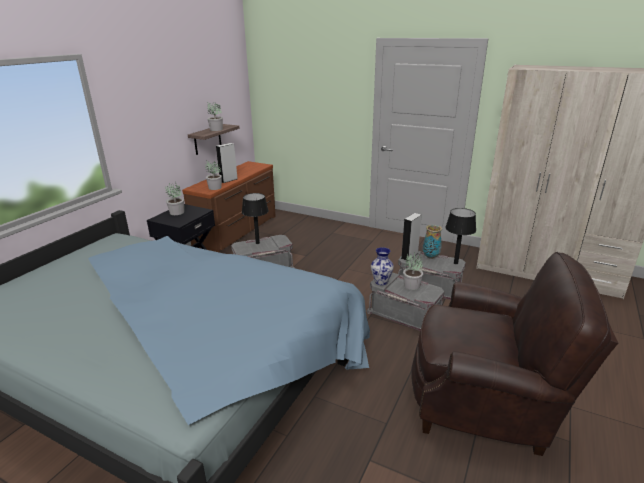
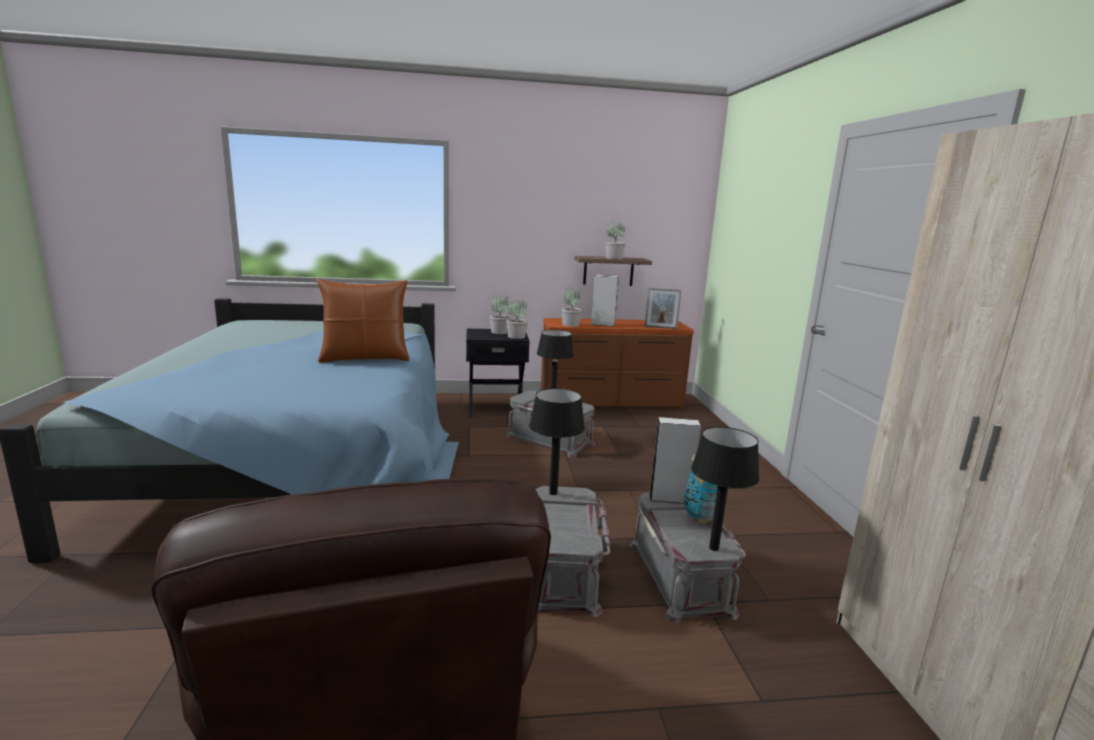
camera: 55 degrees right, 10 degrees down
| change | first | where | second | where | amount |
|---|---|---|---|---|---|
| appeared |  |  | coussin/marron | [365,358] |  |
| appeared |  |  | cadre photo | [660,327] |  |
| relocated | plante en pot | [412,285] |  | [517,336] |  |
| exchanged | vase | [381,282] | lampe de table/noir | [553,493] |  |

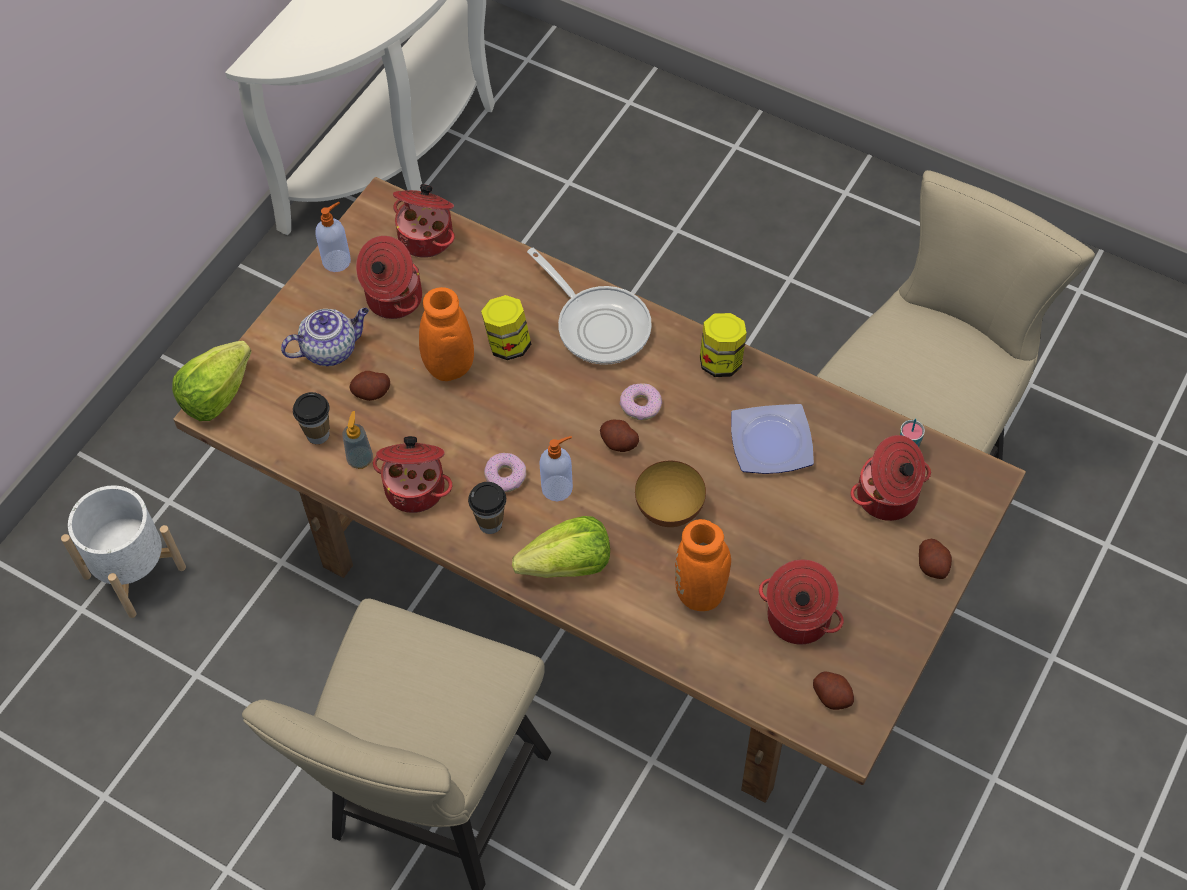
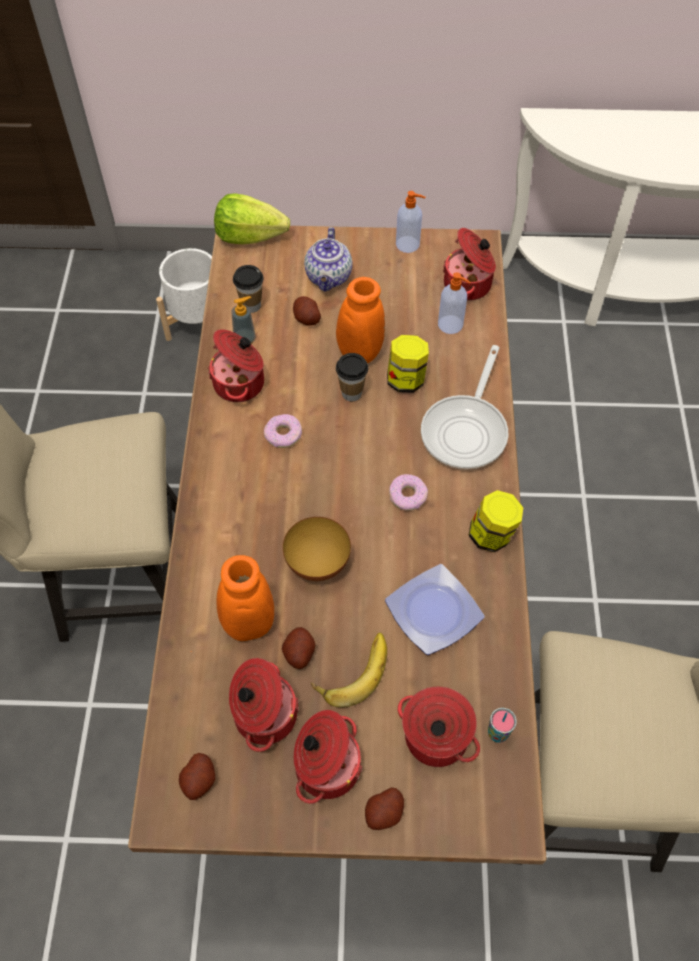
camera: 60 degrees right, 0 degrees up
| change | first | where | second | where | amount |
|---|---|---|---|---|---|
| missing | laitue | [568,566] |  |  |  |
| appeared |  |  | banane | [352,669] |  |
| relocated | marmite | [392,299] |  | [325,766] |  |
| relocated | tasse | [490,523] |  | [351,393] |  |
| relocated | distributeur de savon | [558,488] |  | [451,325] |  |
| relocated | pomme de terre | [619,442] |  | [299,653] |  |
| spun | théière | [331,349] |  | [329,278] | 60 degrees clockwise |

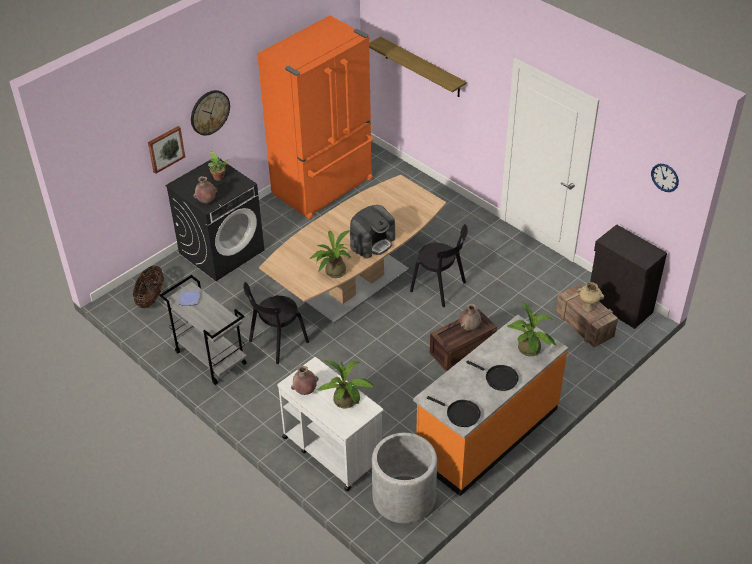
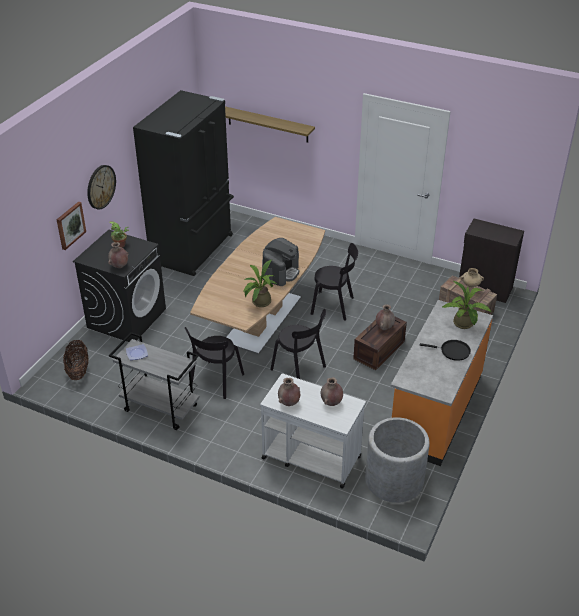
camera: 20 degrees left, 5 degrees down
| change | first | where | second | where | amount |
|---|---|---|---|---|---|
| missing | poêle/noir | [460,414] |  |  |  |
| missing | horloge murale | [665,177] |  |  |  |
| appeared |  |  | chaise/noir | [300,369] |  |
| exchanged | plante en pot | [347,402] | vase/marron | [331,403] |  |
| colour | réfrigérateur/orange | [324,187] | réfrigérateur/noir | [194,249] |  |

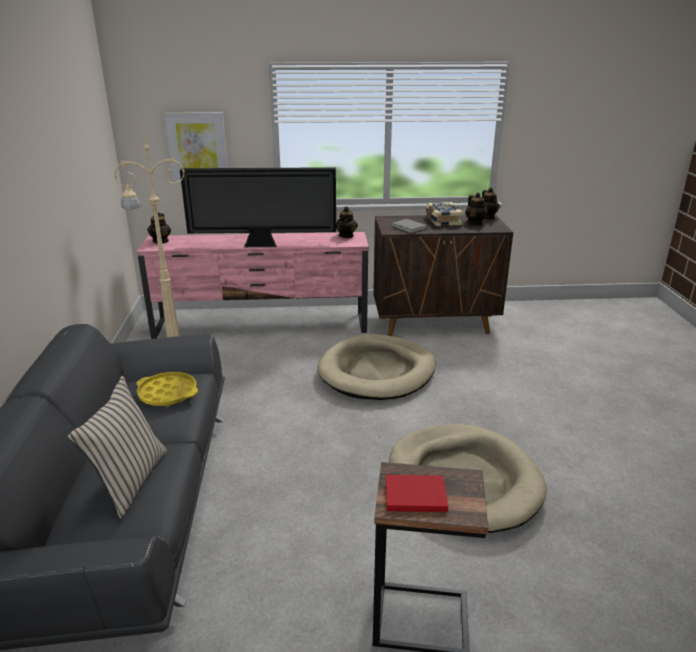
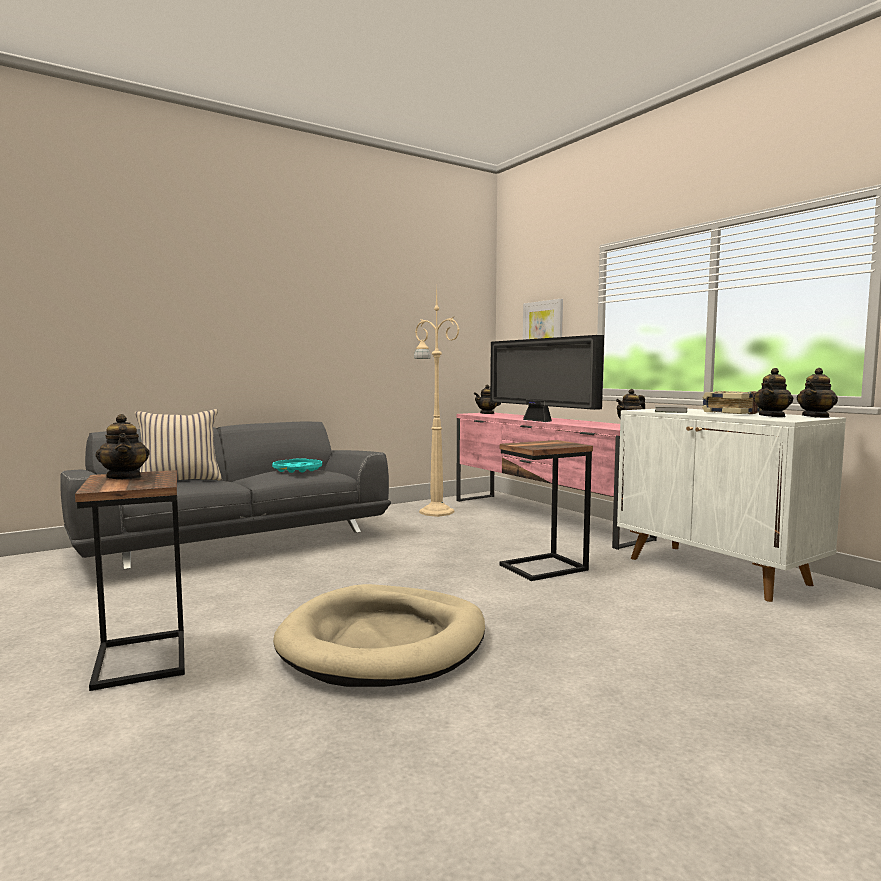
camera: 60 degrees right, 20 degrees down
| change | first | where | second | where | amount |
|---|---|---|---|---|---|
| exchanged | panier pour chien/beige | [377,371] | table d'appoint | [544,568] |  |
| exchanged | livre/rouge | [413,495] | théière | [125,477] |  |
| colour | plateau/jaune | [168,394] | plateau/turquoise | [297,469] |  |
| colour | meuble de rangement/marron | [435,324] | meuble de rangement/blanc | [717,571] |  |

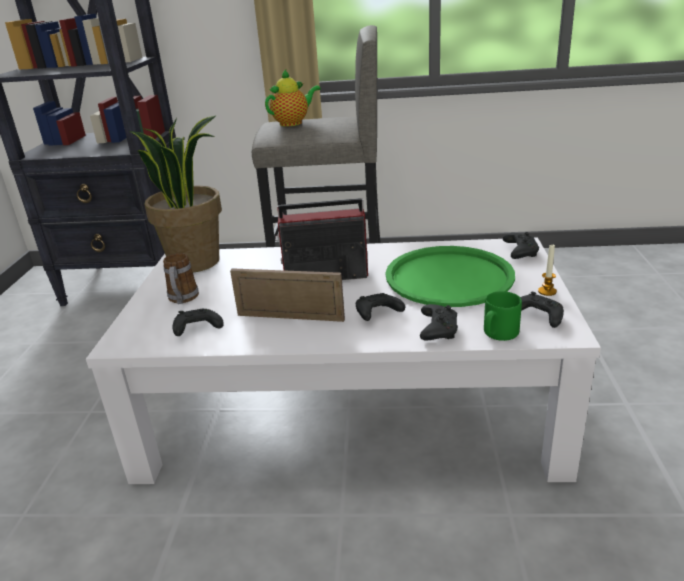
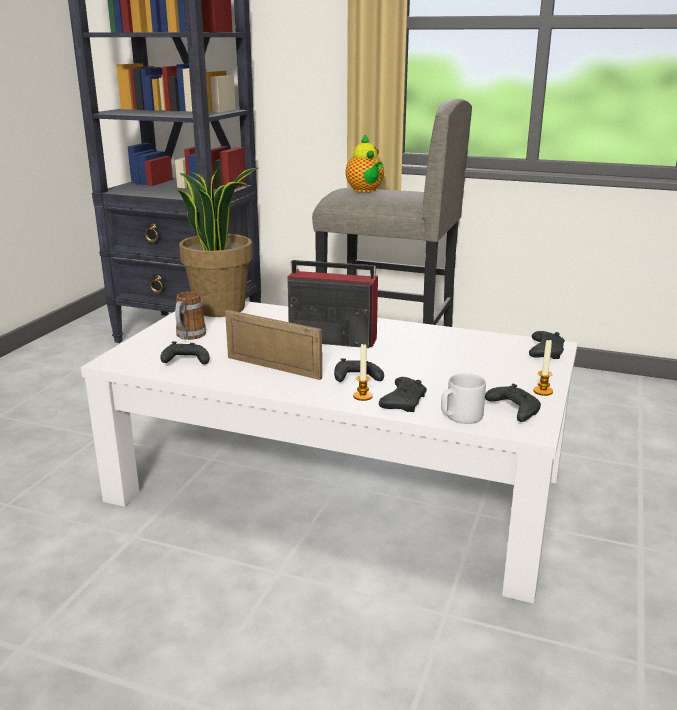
camera: 15 degrees right, 5 degrees down
| change | first | where | second | where | amount |
|---|---|---|---|---|---|
| missing | plateau/vert | [448,277] |  |  |  |
| appeared |  |  | bougie | [362,396] |  |
| colour | mug/vert | [498,334] | mug/gris | [460,417] |  |
| spun | théière | [293,123] |  | [365,191] | 90 degrees clockwise |

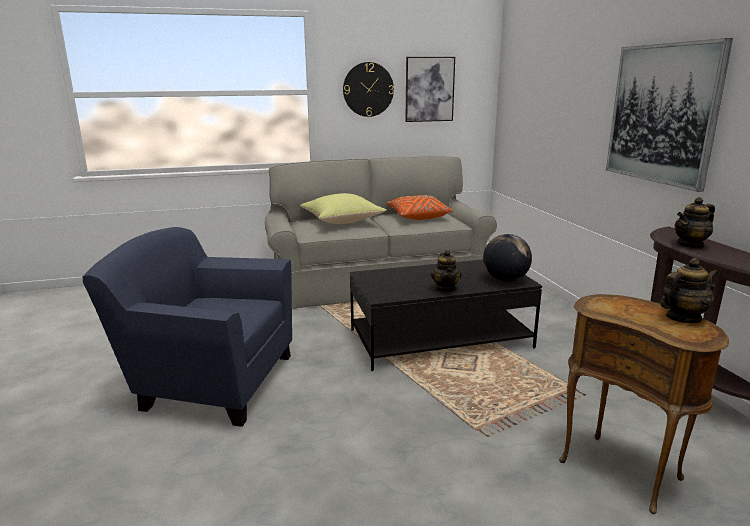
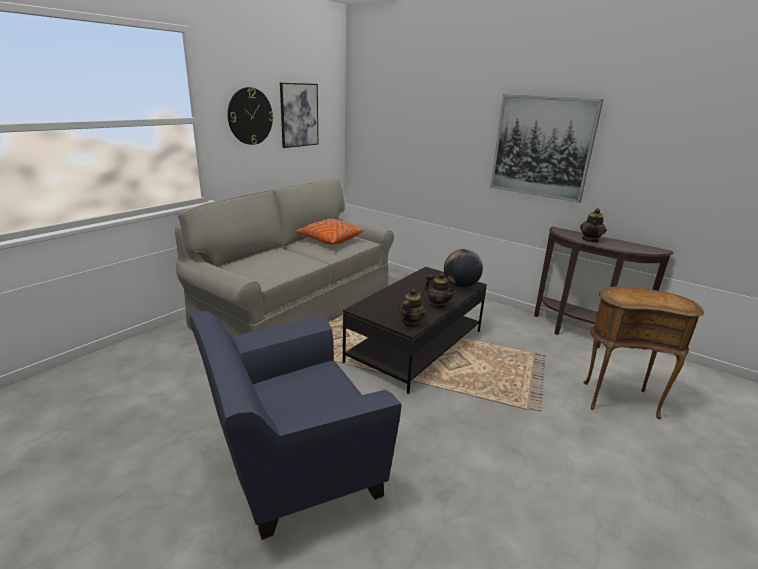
camera: 40 degrees left, 5 degrees up
| change | first | where | second | where | amount |
|---|---|---|---|---|---|
| missing | coussin/jaune | [342,221] |  |  |  |
| relocated | théière | [682,318] |  | [410,323] |  |

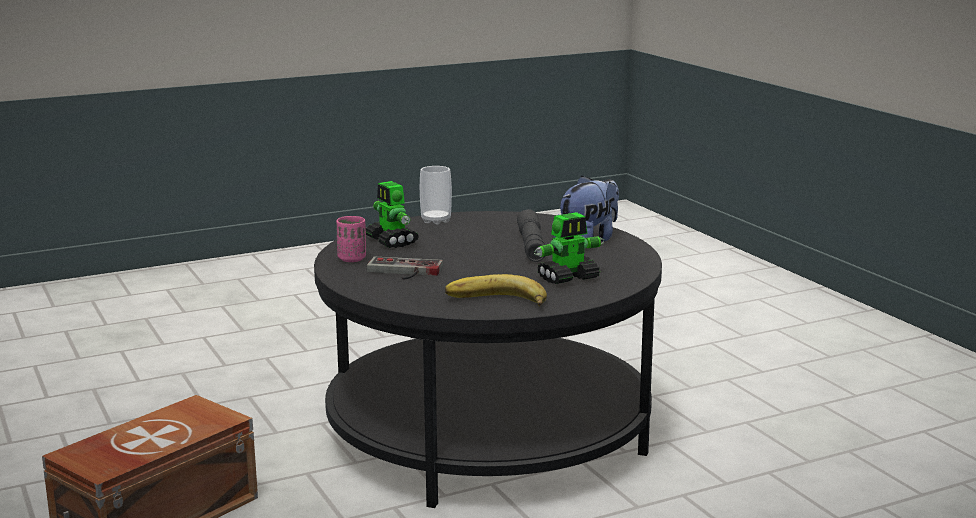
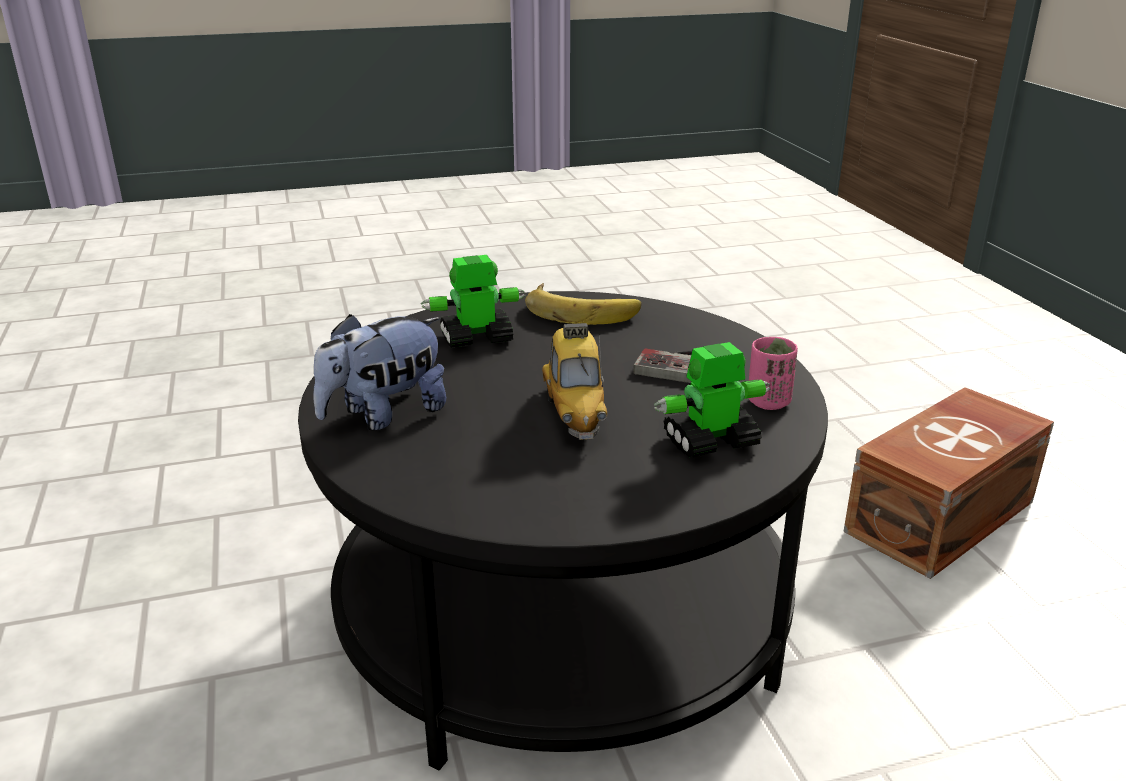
camera: 170 degrees left, 10 degrees up
| change | first | where | second | where | amount |
|---|---|---|---|---|---|
| missing | tasse | [436,220] |  |  |  |
| missing | lampe de poche/gris | [531,246] |  |  |  |
| appeared |  |  | petite voiture | [575,414] |  |
| spun | robot jouet | [392,241] |  | [709,442] | 90 degrees counterclockwise |

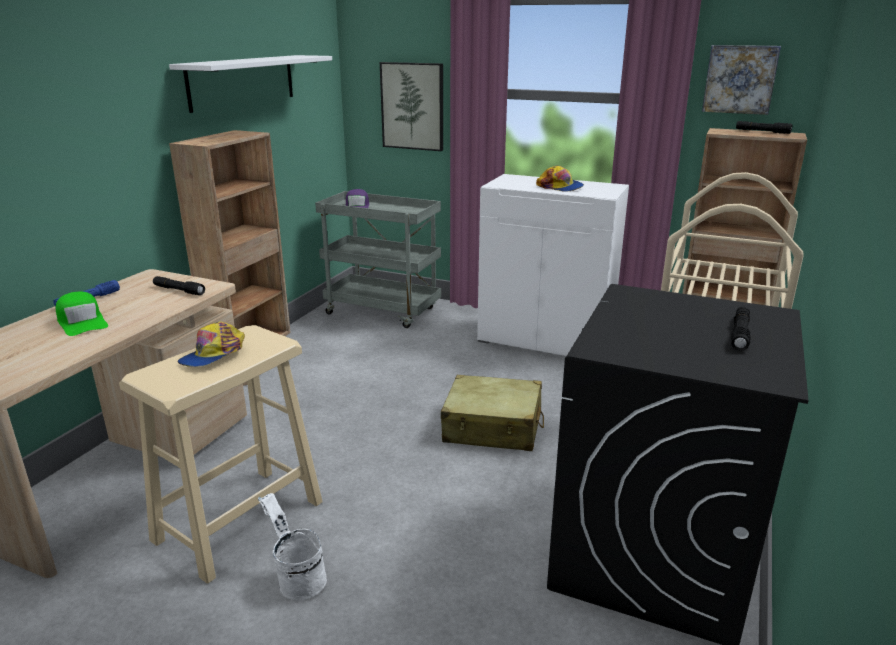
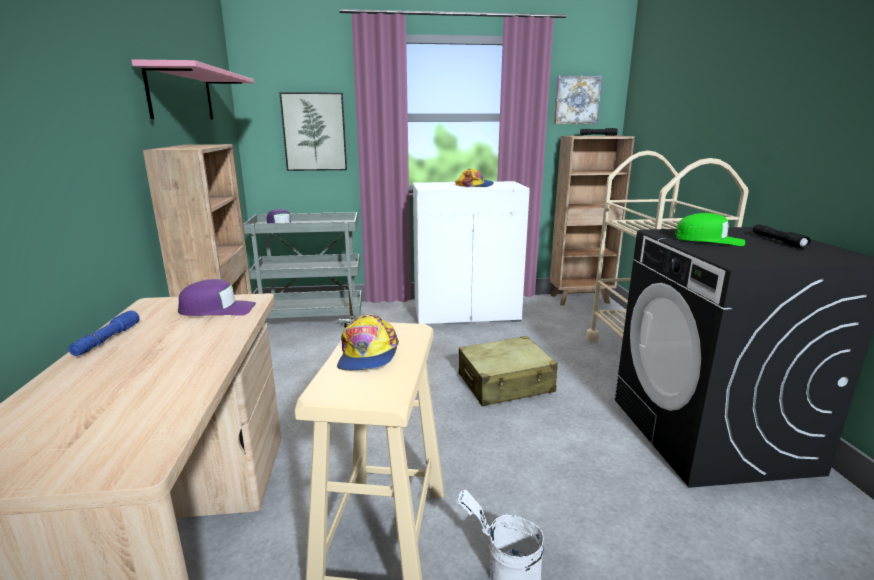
camera: 30 degrees left, 5 degrees down
| change | first | where | second | where | amount |
|---|---|---|---|---|---|
| relocated | casquette/vert | [82,322] |  | [708,240] |  |
| exchanged | lampe de poche/noir | [179,290] | casquette/violet | [217,309] |  |
| colour | étagère/blanc | [242,81] | étagère/rose | [182,95] |  |

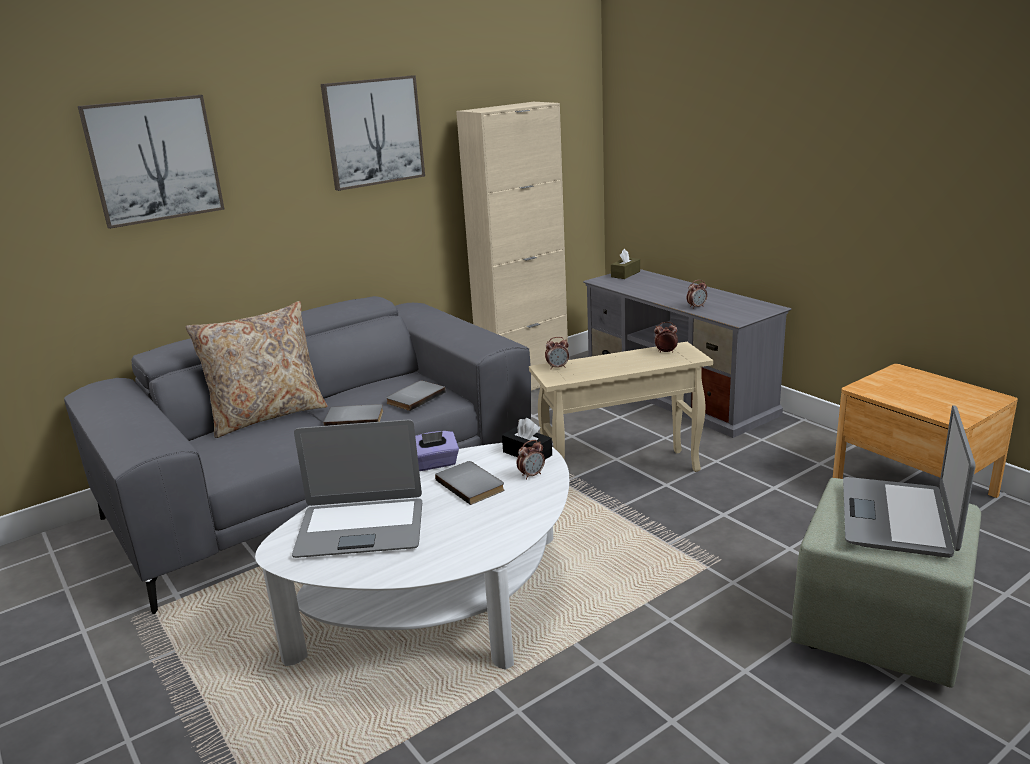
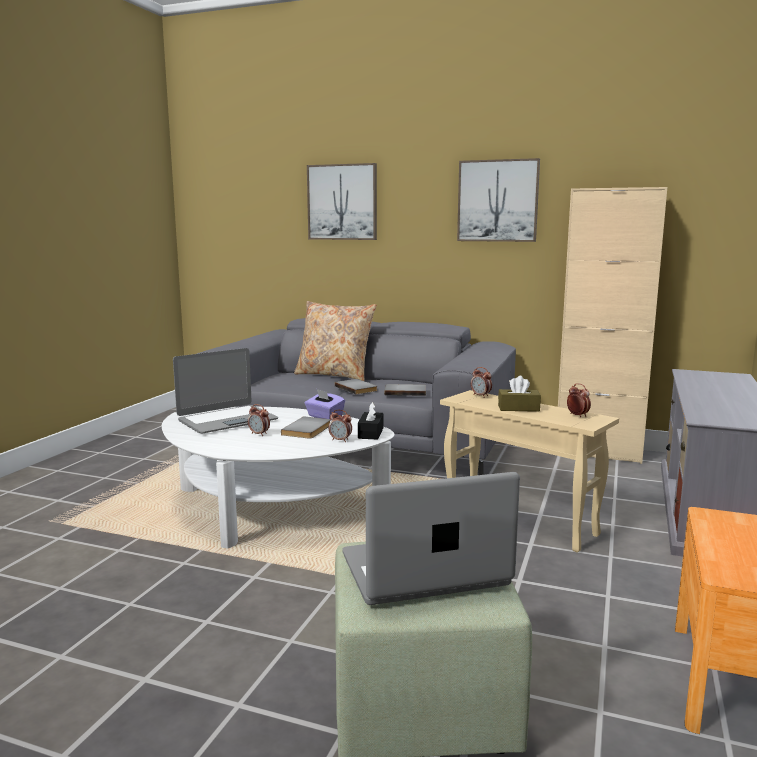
camera: 55 degrees right, 10 degrees down
| change | first | where | second | where | amount |
|---|---|---|---|---|---|
| relocated | boîte à mouchoirs/marron | [625,274] |  | [518,408] |  |
| relocated | réveil | [696,307] |  | [259,434] |  |
| spun | ordinateur portable | [361,528] |  | [227,420] | 90 degrees counterclockwise |

